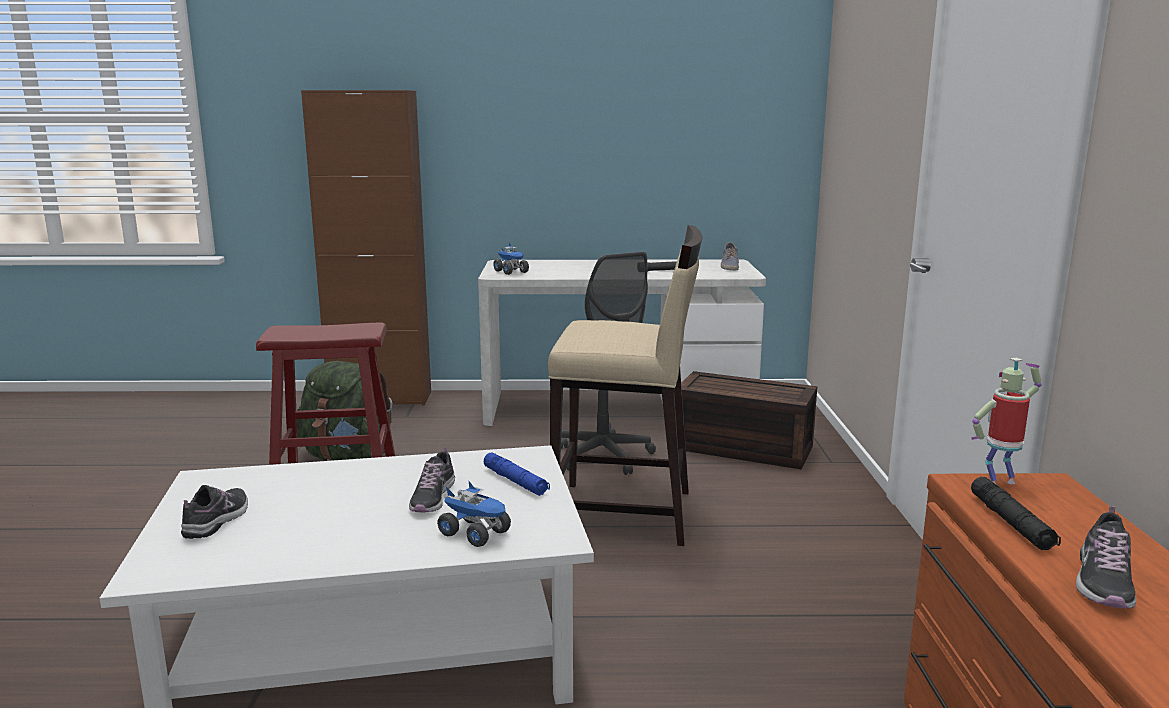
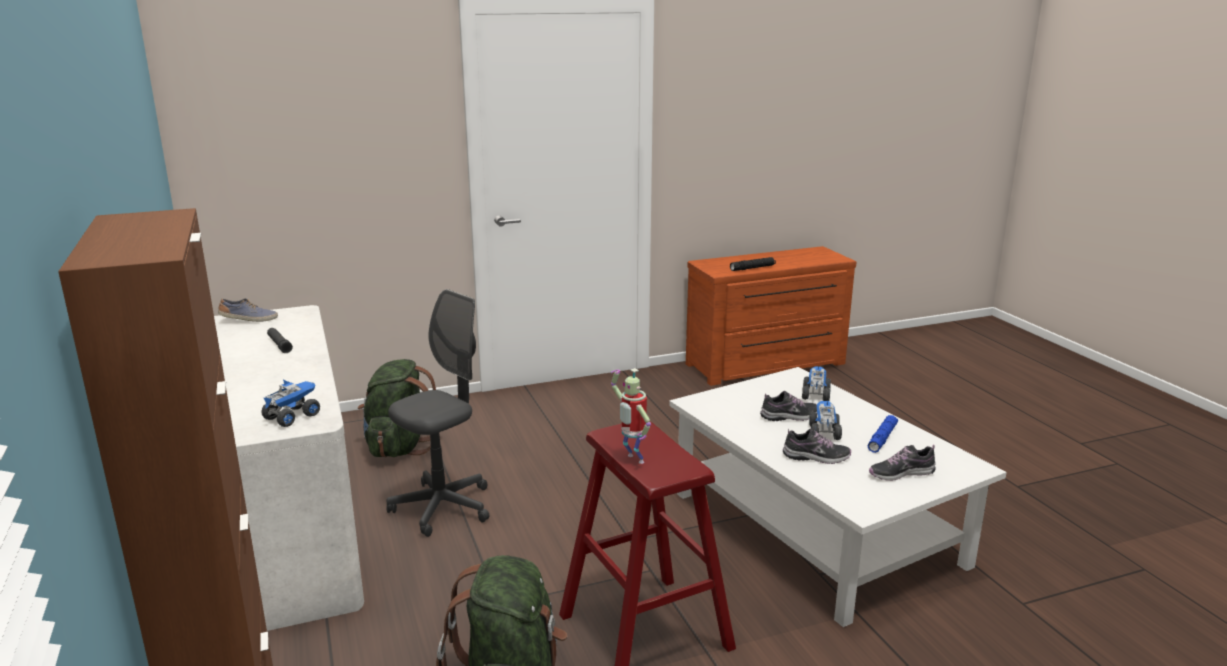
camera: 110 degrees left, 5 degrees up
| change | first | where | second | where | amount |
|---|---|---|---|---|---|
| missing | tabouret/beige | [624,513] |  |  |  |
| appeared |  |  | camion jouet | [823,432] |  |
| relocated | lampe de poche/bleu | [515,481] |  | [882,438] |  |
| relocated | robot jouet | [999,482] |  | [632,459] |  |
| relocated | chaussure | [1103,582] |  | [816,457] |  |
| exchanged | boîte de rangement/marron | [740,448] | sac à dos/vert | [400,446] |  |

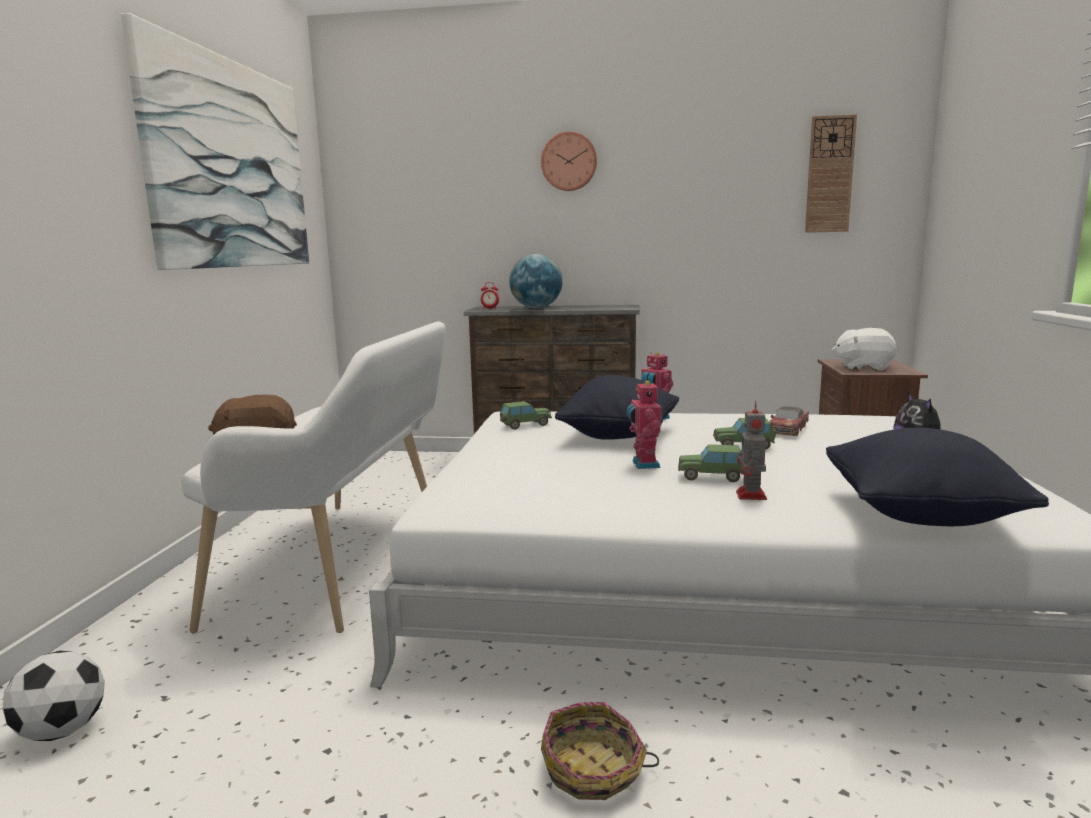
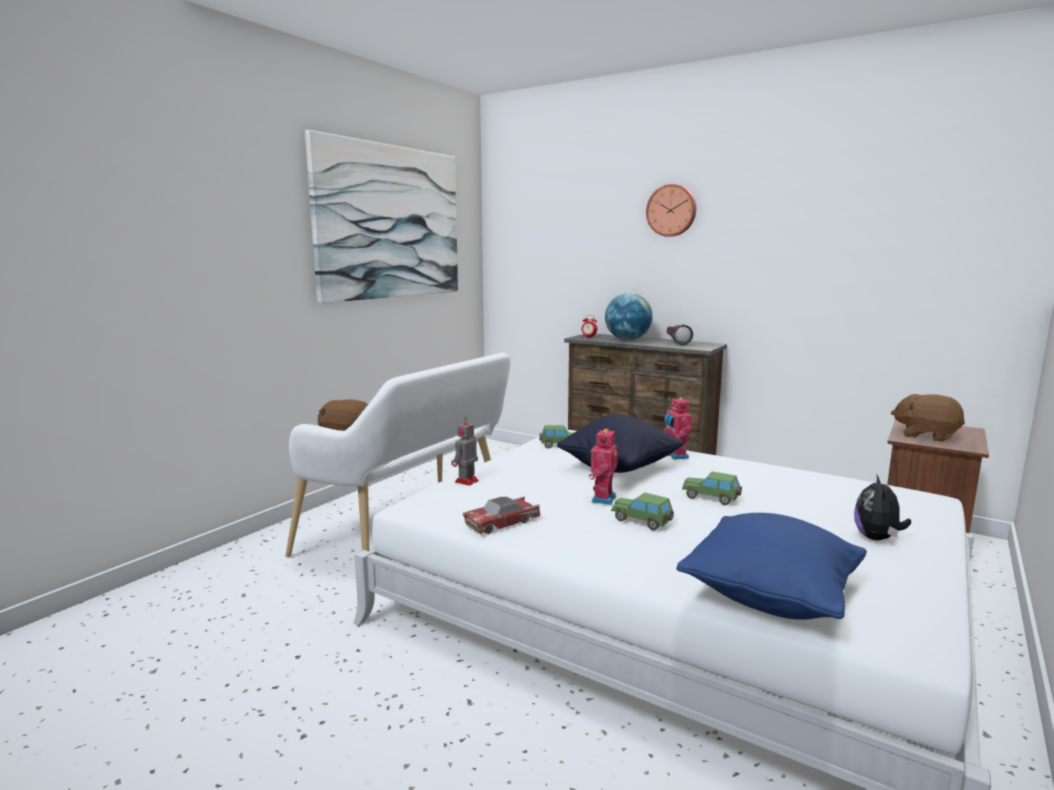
camera: 25 degrees right, 0 degrees up
| change | first | where | second | where | amount |
|---|---|---|---|---|---|
| missing | ballon de foot | [62,730] |  |  |  |
| missing | panier | [593,769] |  |  |  |
| missing | horloge murale | [829,175] |  |  |  |
| appeared |  |  | lampe de poche | [675,342] |  |
| relocated | robot jouet | [751,496] |  | [466,482] |  |
| relocated | petite voiture | [788,429] |  | [502,523] |  |
| colour | coussin/noir | [919,515] | coussin/bleu | [770,598] |  |
| colour | peluche/blanc | [863,368] | peluche/marron | [926,435] |  |

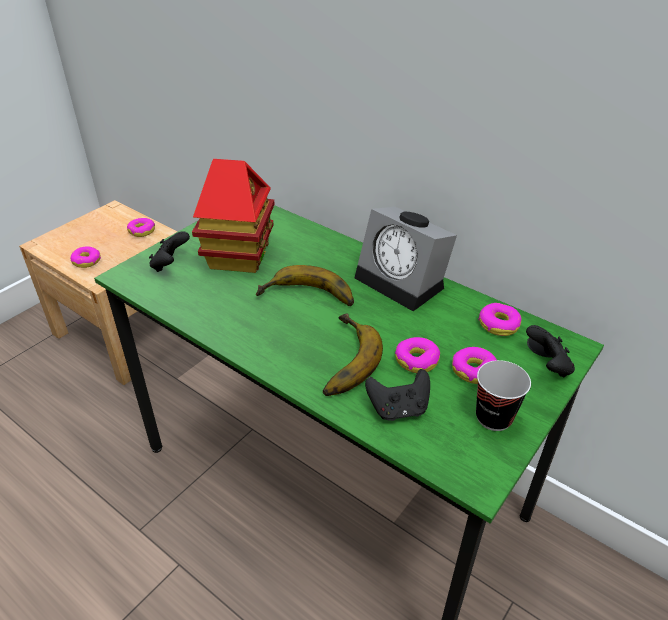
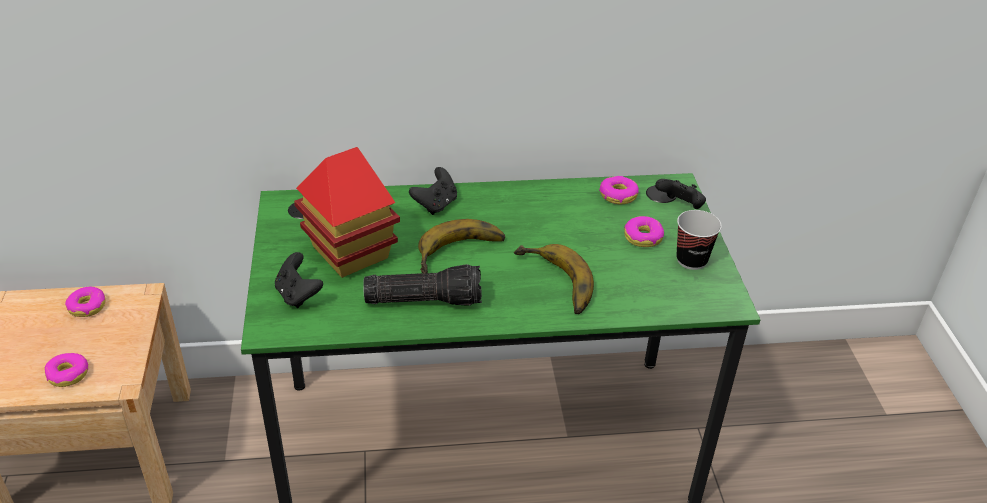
camera: 45 degrees left, 0 degrees up
| change | first | where | second | where | amount |
|---|---|---|---|---|---|
| missing | réveil | [404,282] |  |  |  |
| missing | beignet | [417,360] |  |  |  |
| appeared |  |  | lampe de poche | [425,299] |  |
| relocated | manette/noir | [398,409] |  | [435,204] |  |

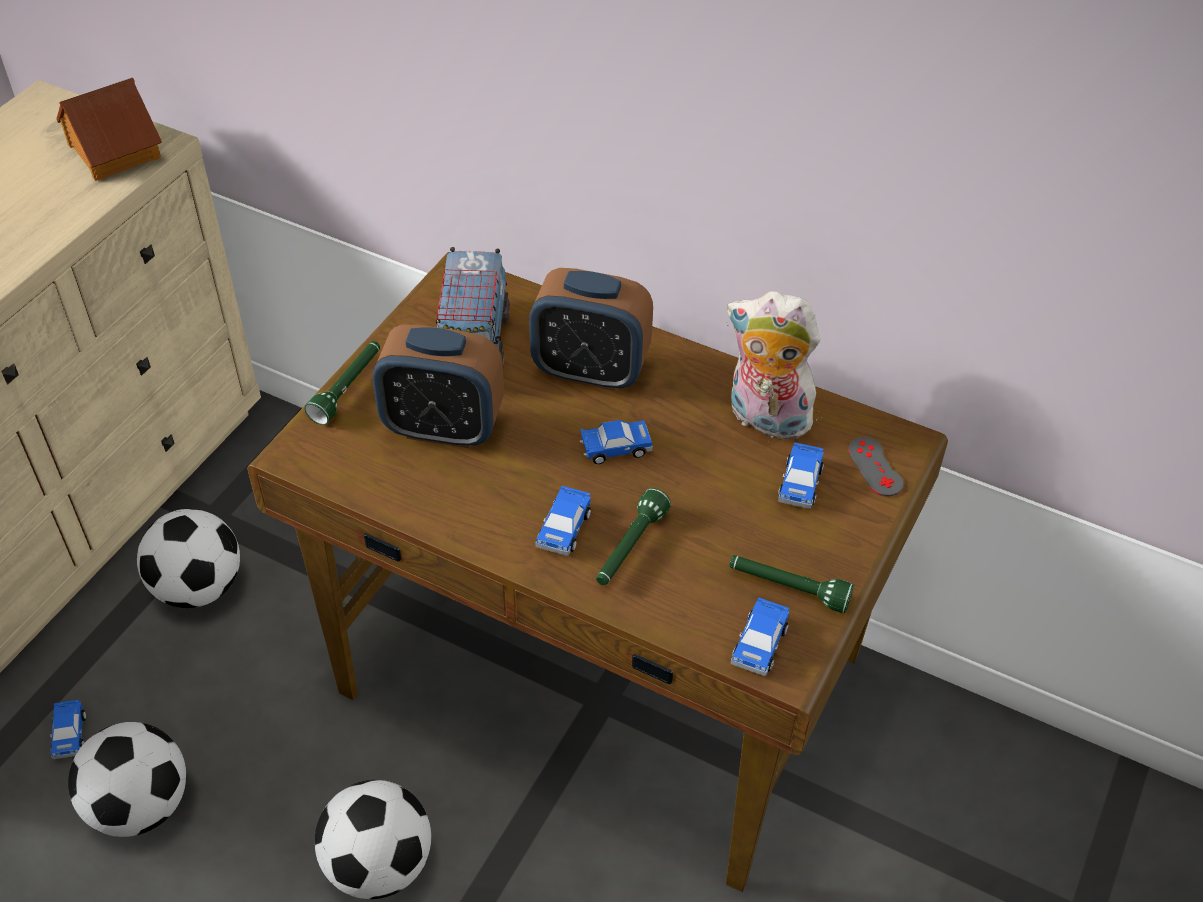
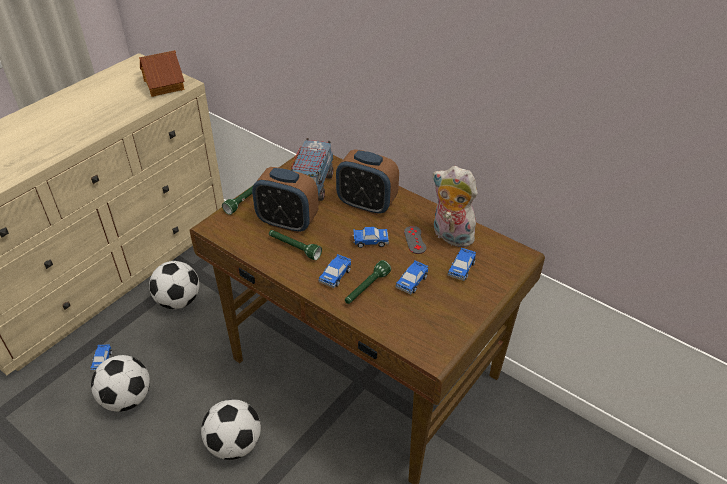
camera: 10 degrees right, 5 degrees down
| change | first | where | second | where | amount |
|---|---|---|---|---|---|
| relocated | lampe de poche/vert | [788,589] |  | [294,248] |  |
| relocated | petite voiture | [759,644] |  | [412,281] |  |
| relocated | manette/gris | [875,467] |  | [415,240] |  |

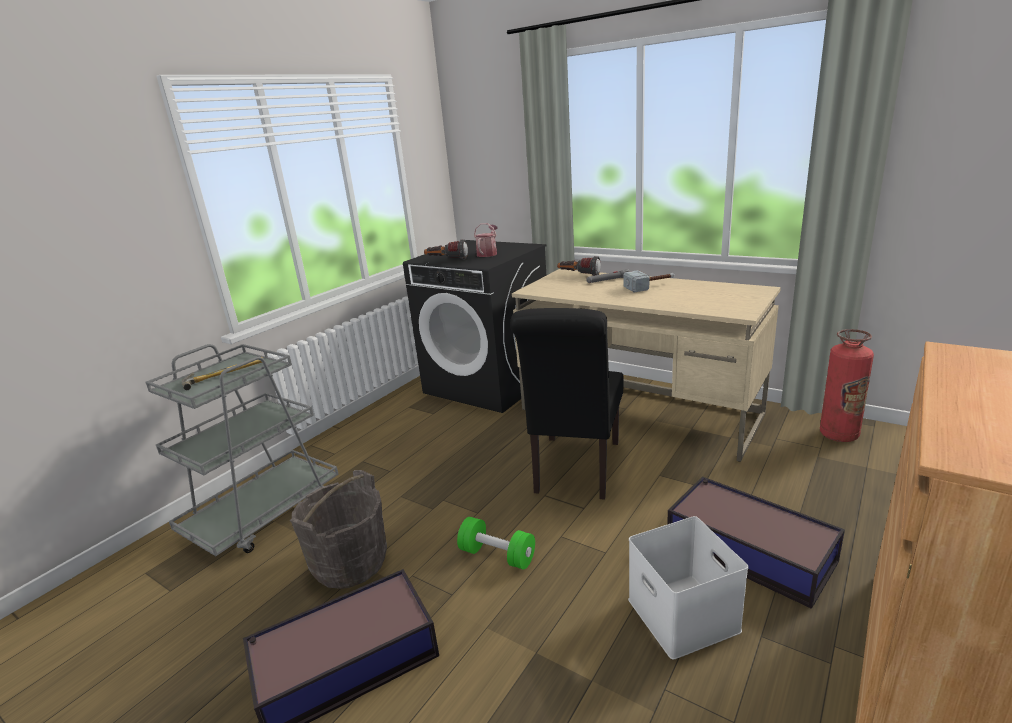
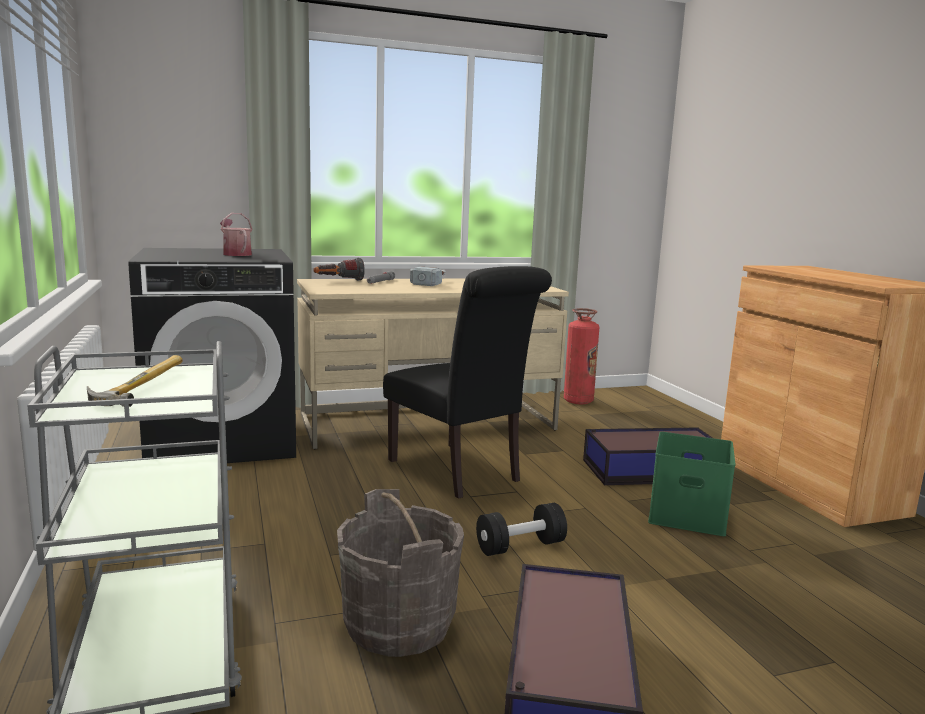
camera: 55 degrees left, 10 degrees down
| change | first | where | second | where | amount |
|---|---|---|---|---|---|
| missing | lampe de poche | [447,260] |  |  |  |
| colour | haltère/vert | [497,555] | haltère/noir | [520,546] |  |
| colour | boîte de rangement/blanc | [685,615] | boîte de rangement/vert | [689,514] |  |

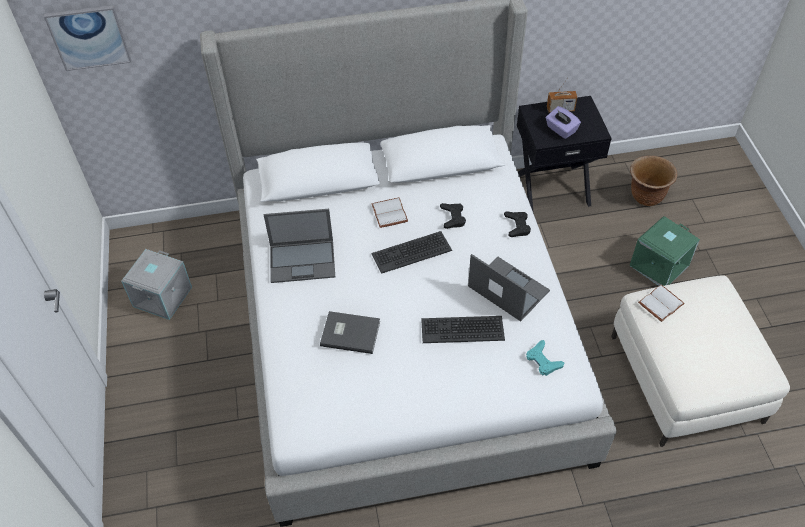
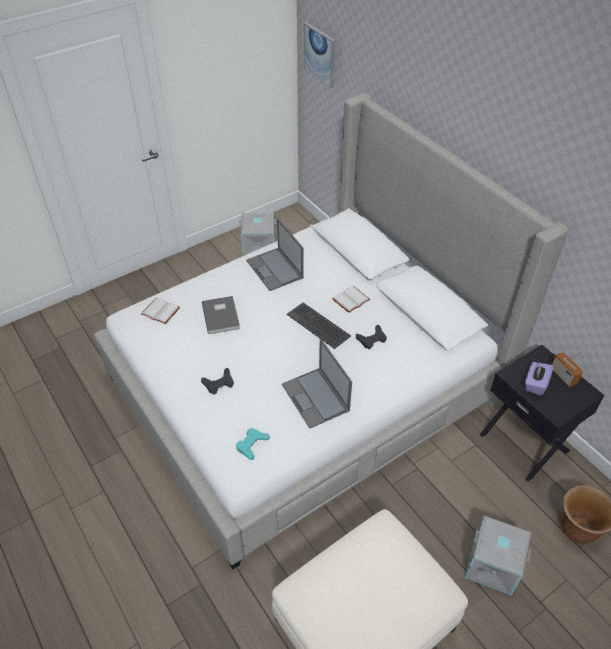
camera: 65 degrees right, 5 degrees down
| change | first | where | second | where | amount |
|---|---|---|---|---|---|
| missing | clavier | [462,329] |  |  |  |
| relocated | manette/noir | [517,226] |  | [219,383] |  |
| relocated | livre/blanc | [660,302] |  | [161,311] |  |
| colour | boîte de rangement/vert | [658,264] | boîte de rangement/gris | [493,564] |  |
| spun | ordinateur portable | [507,288] |  | [316,398] | 135 degrees clockwise |

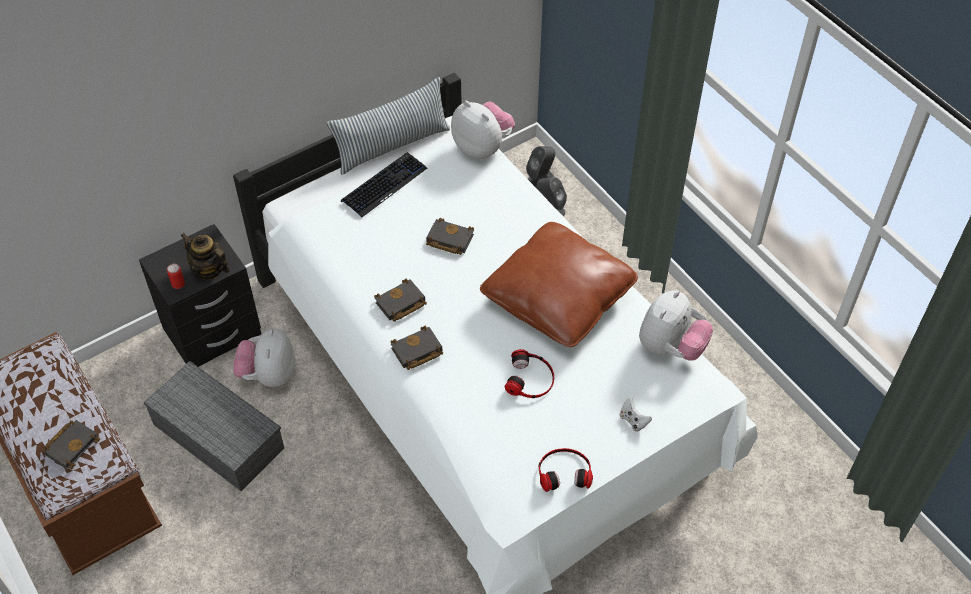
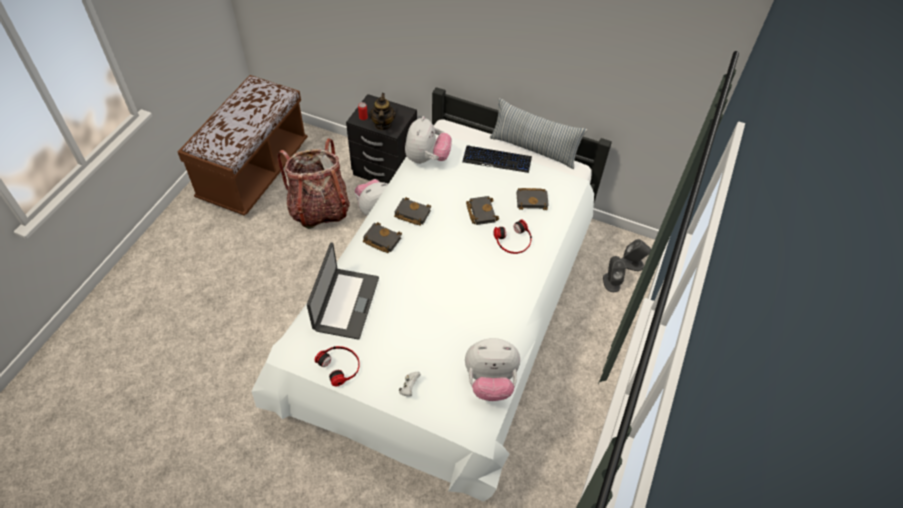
camera: 55 degrees right, 0 degrees up
| change | first | where | second | where | amount |
|---|---|---|---|---|---|
| missing | coussin/marron | [558,298] |  |  |  |
| appeared |  |  | ordinateur portable | [345,303] |  |
| relocated | livre/noir | [72,445] |  | [532,200] |  |
| relocated | peluche | [482,147] |  | [427,158] |  |
| relocated | casque audio | [530,379] |  | [513,240] |  |
| exchanged | boîte de rangement/gris | [216,436] | sac à dos | [319,209] |  |

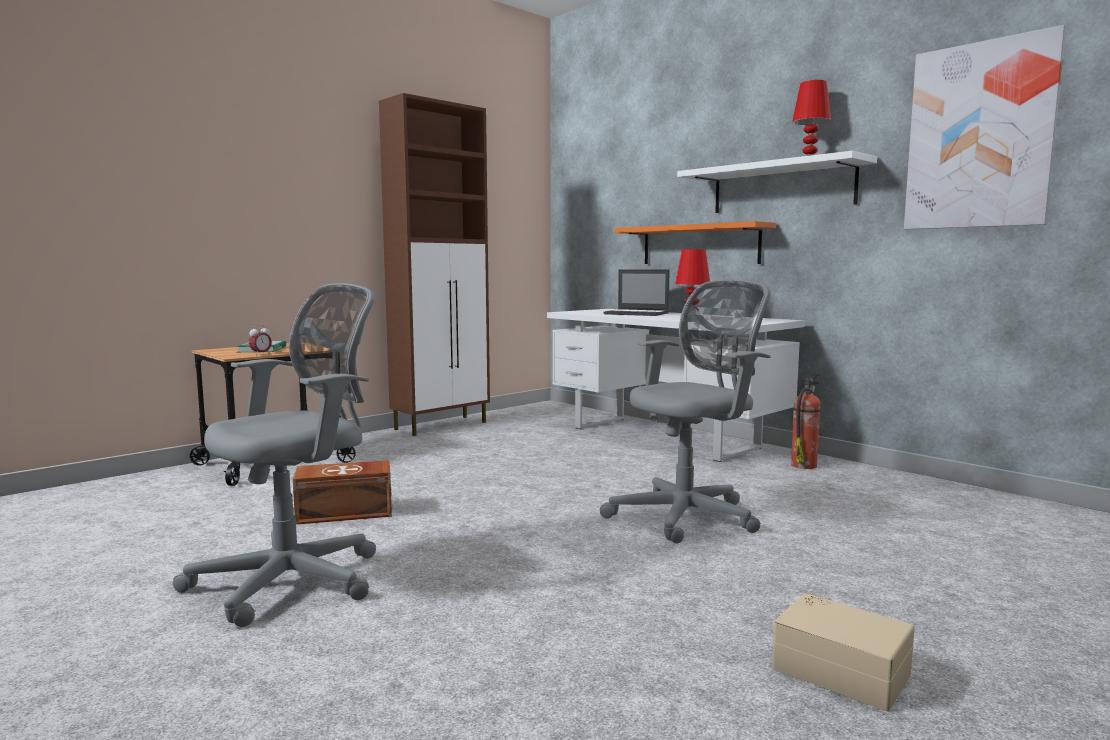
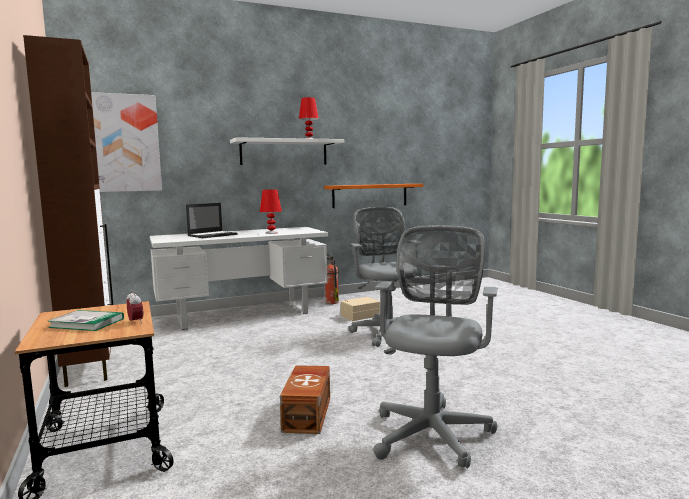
camera: 70 degrees left, 0 degrees up
| change | first | where | second | where | amount |
|---|---|---|---|---|---|
| relocated | étagère/orange | [699,245] |  | [370,195] |  |
| relocated | boîte de rangement/beige | [841,669] |  | [359,315] |  |
| relocated | tableau | [979,136] |  | [121,143] |  |
| spun | chaise de bureau/gris | [296,579] |  | [433,431] | 45 degrees clockwise |

